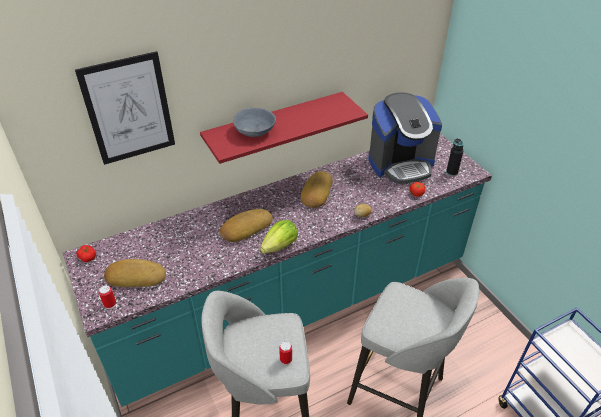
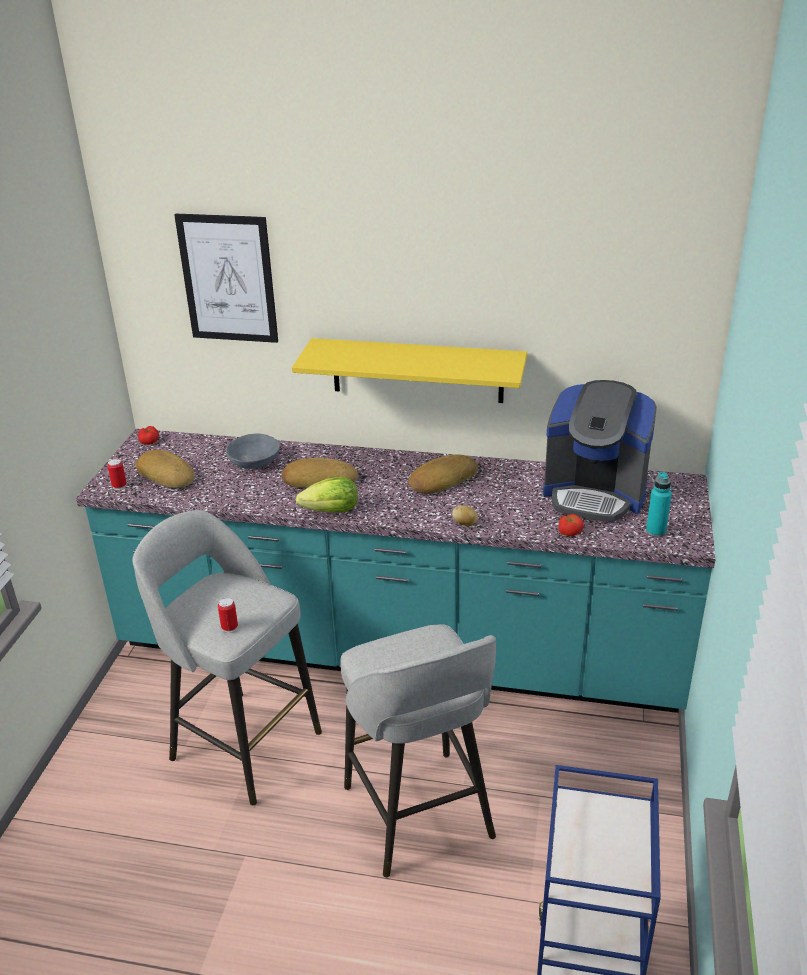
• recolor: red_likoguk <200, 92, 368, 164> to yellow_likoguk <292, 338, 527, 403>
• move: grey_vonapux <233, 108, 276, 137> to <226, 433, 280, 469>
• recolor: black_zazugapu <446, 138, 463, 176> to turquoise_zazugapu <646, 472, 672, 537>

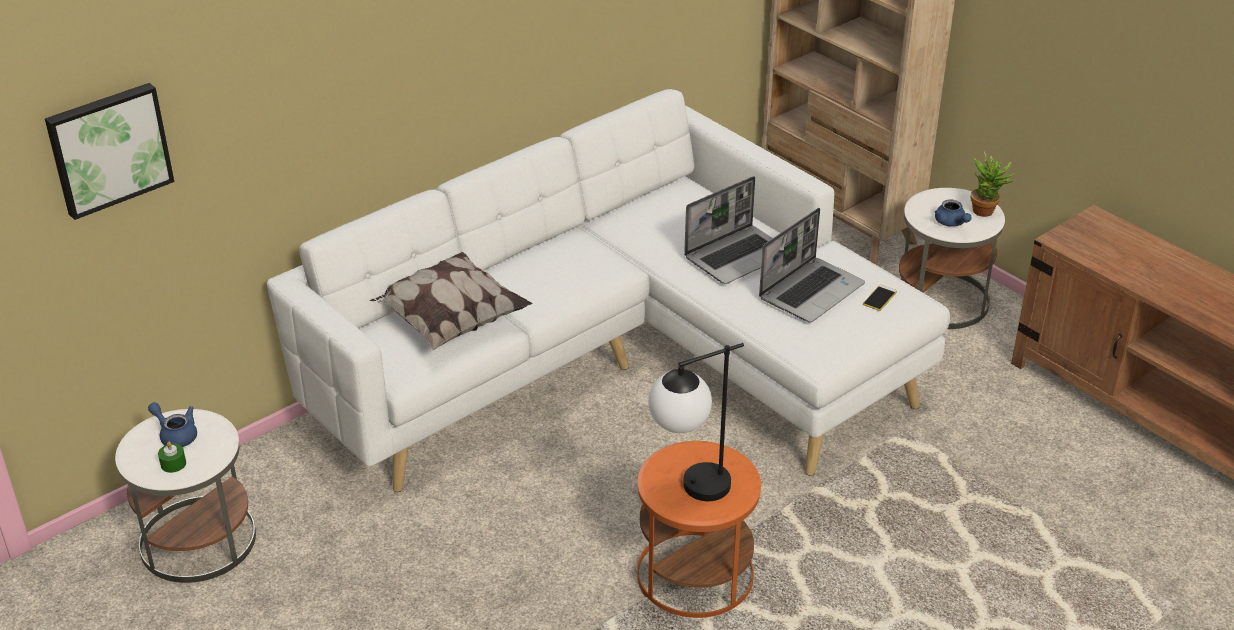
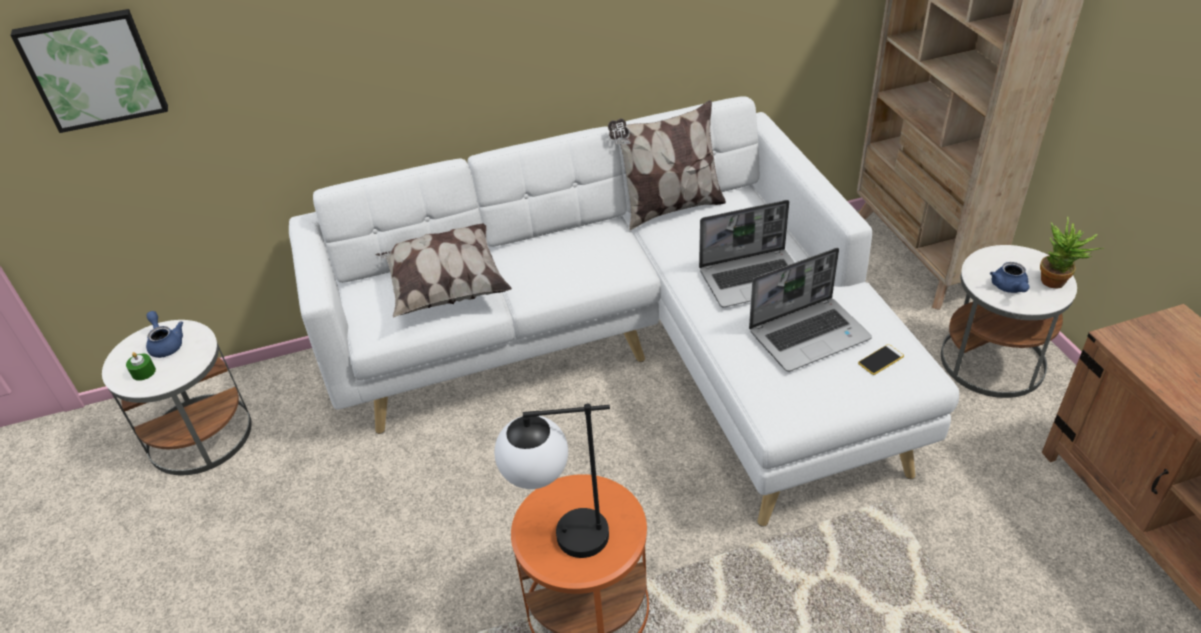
• insert: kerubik <608, 100, 726, 230>

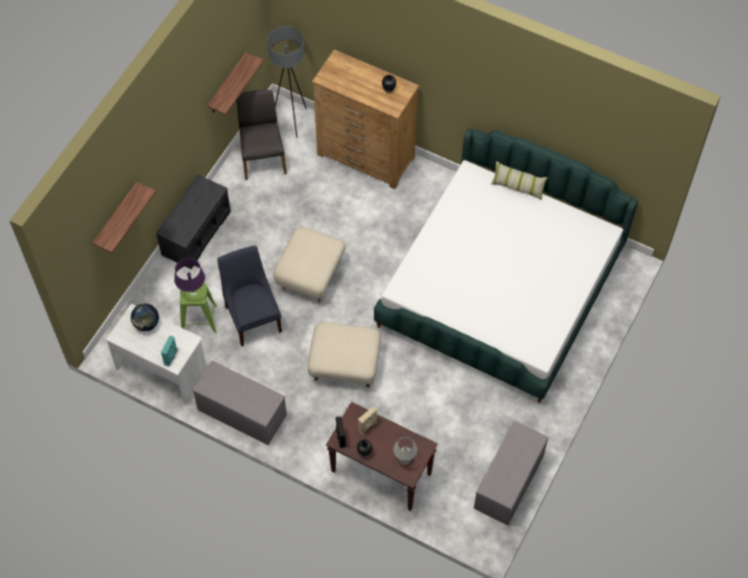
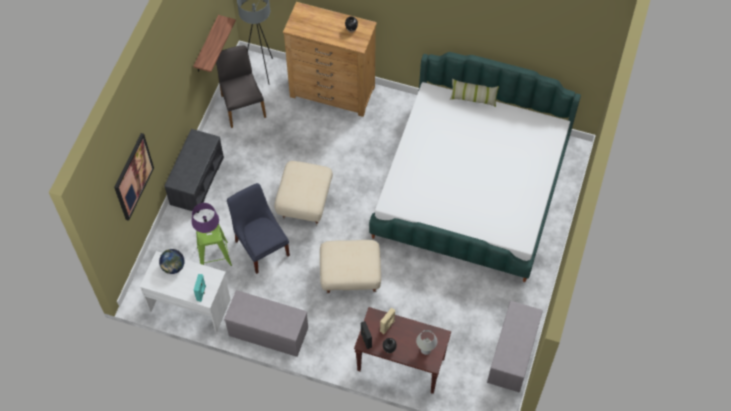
• replace: likoguk <92, 182, 156, 253> to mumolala <114, 133, 154, 221>

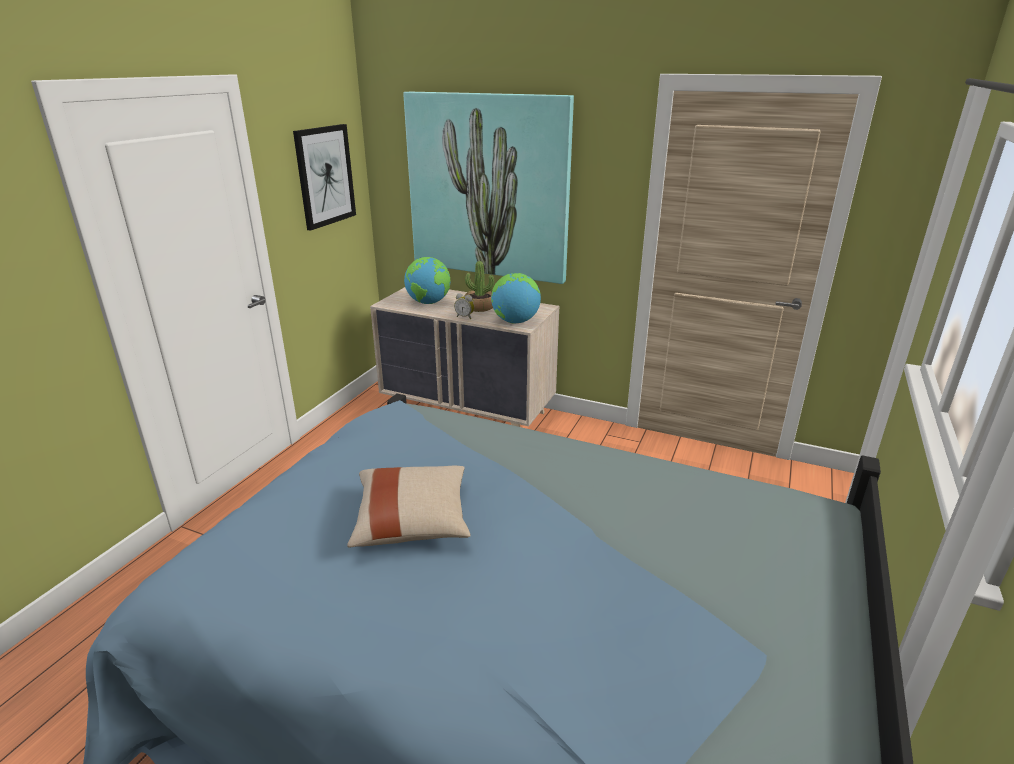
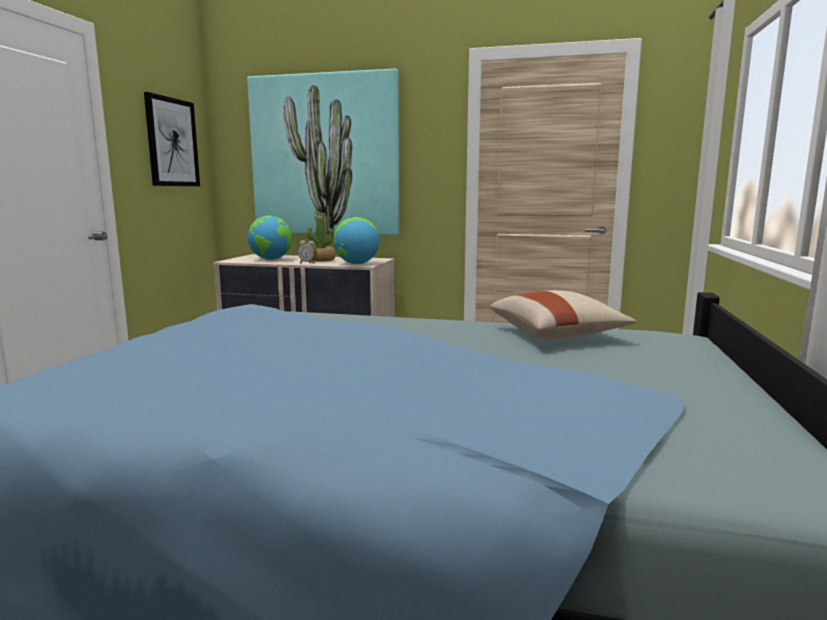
• move: beige_kerubik <347, 466, 471, 547> to <490, 290, 636, 339>

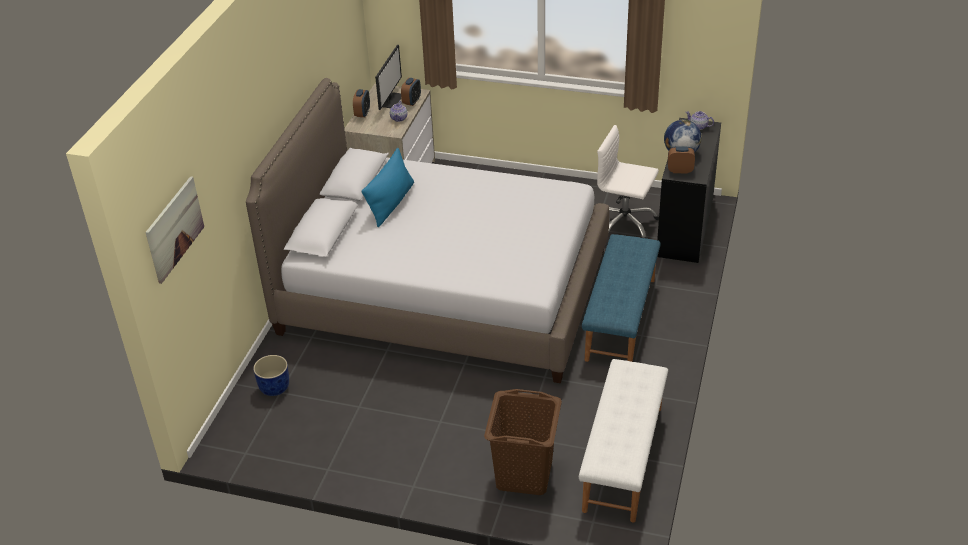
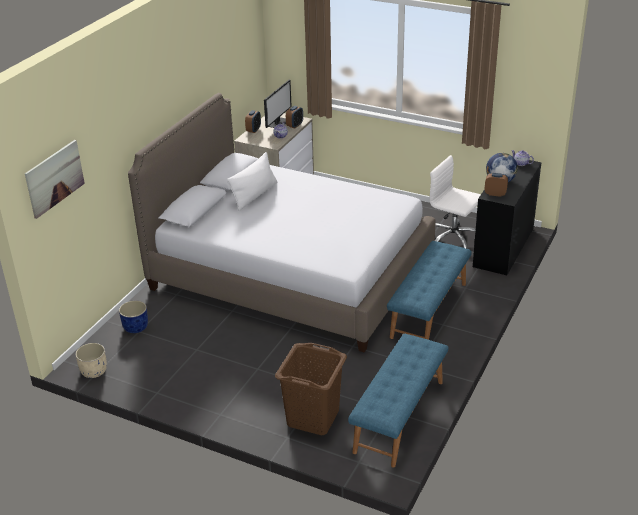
• recolor: blue_kerubik <362, 148, 414, 227> to white_kerubik <227, 152, 278, 211>
• recolor: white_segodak <579, 359, 668, 523> to blue_segodak <348, 334, 449, 467>
• insert: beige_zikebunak <75, 343, 107, 378>

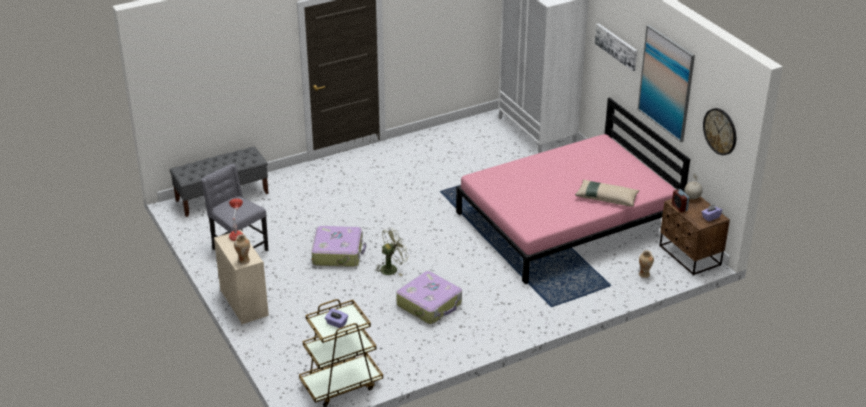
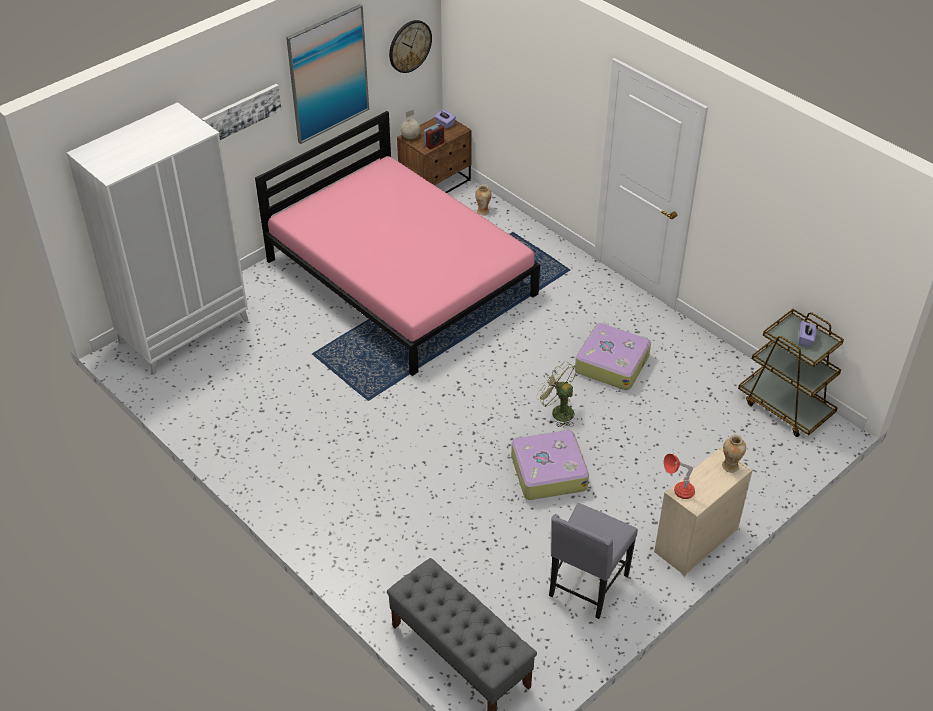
• delete: beige_kerubik <575, 180, 640, 207>

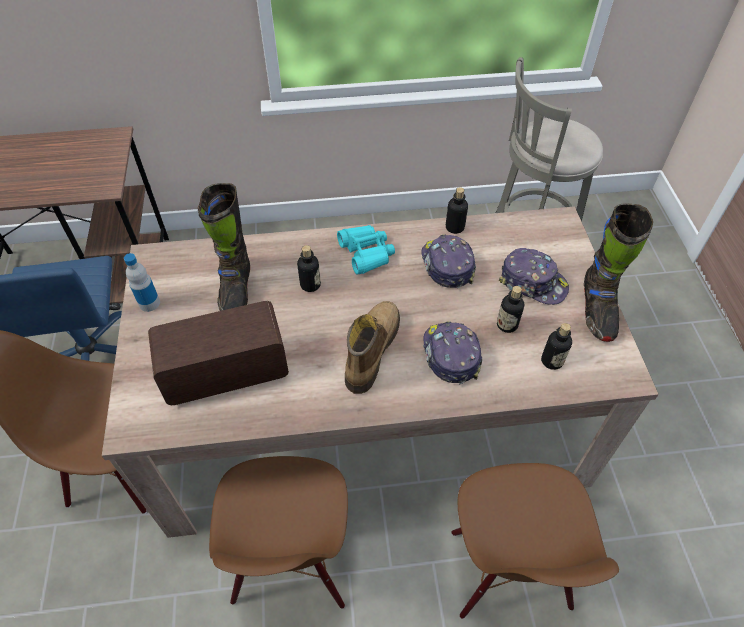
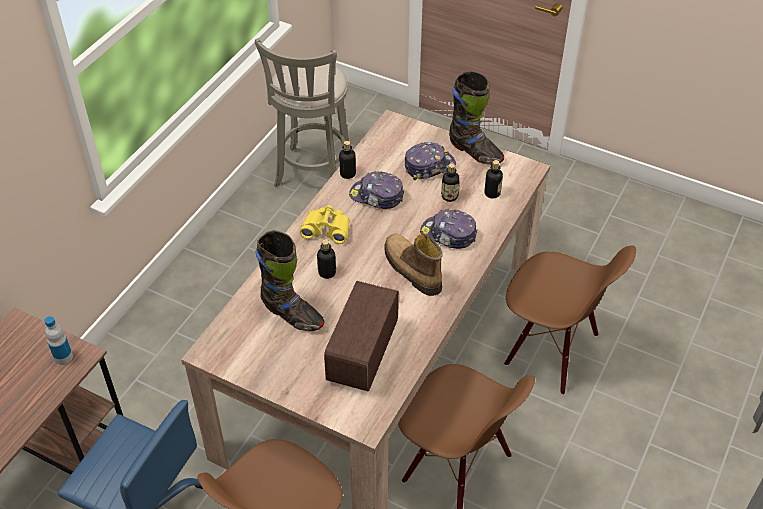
• recolor: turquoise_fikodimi <337, 225, 395, 274> to yellow_fikodimi <300, 205, 350, 244>
• move: zazugapu <124, 253, 160, 312> to <45, 316, 73, 365>

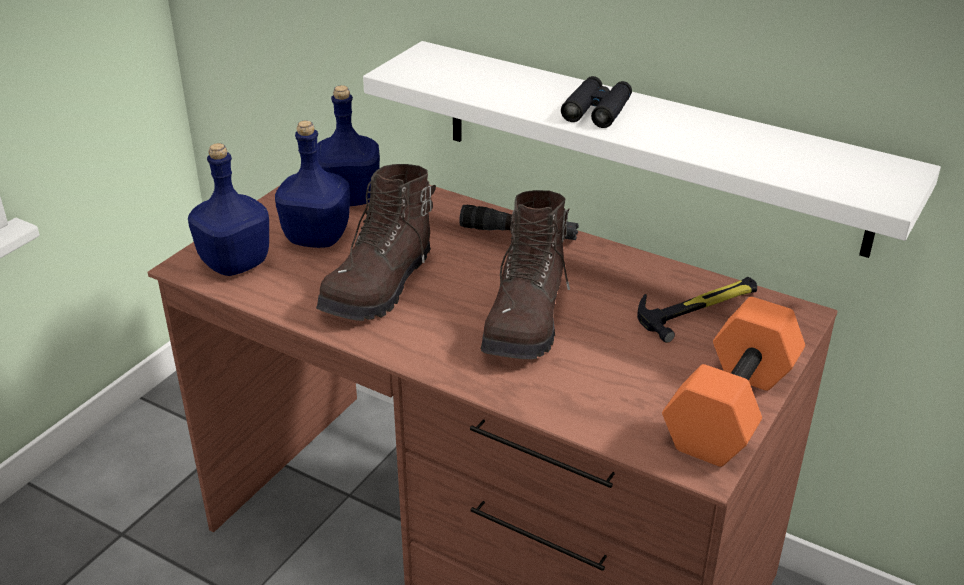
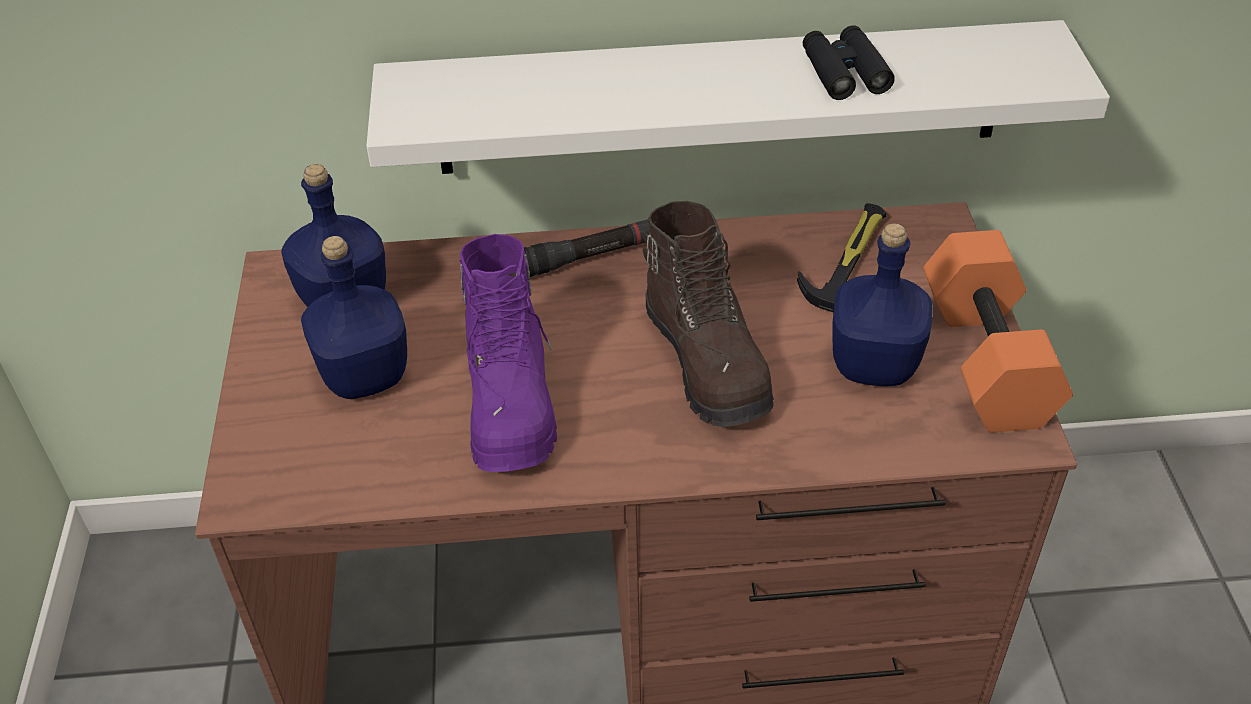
• move: black_fikodimi <561, 76, 632, 128> to <803, 25, 895, 100>
• move: blue_zazugapu <188, 143, 269, 276> to <833, 223, 932, 386>
• recolor: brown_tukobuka <316, 164, 436, 321> to purple_tukobuka <459, 234, 557, 472>

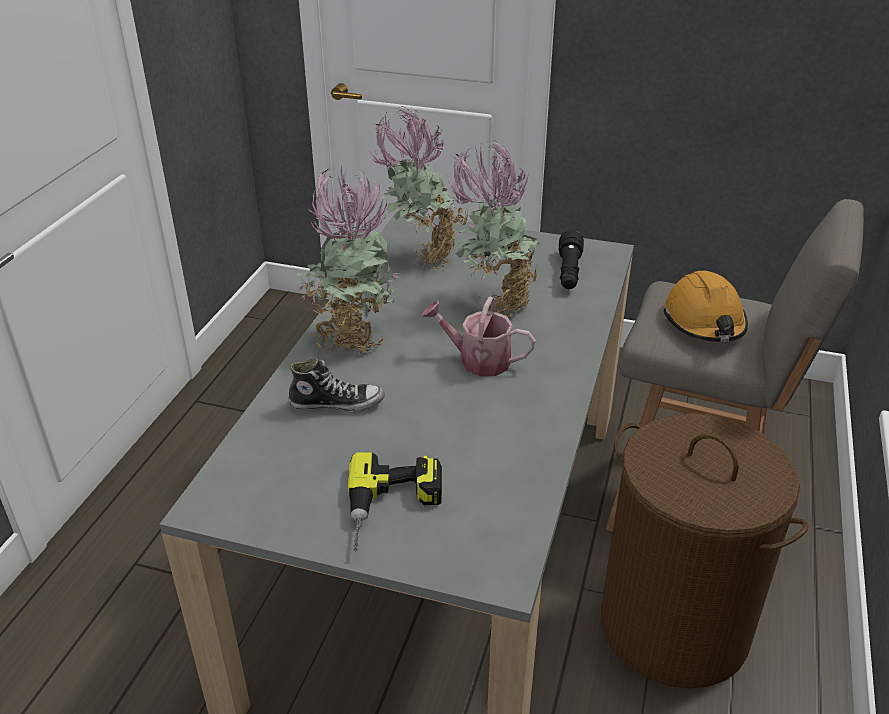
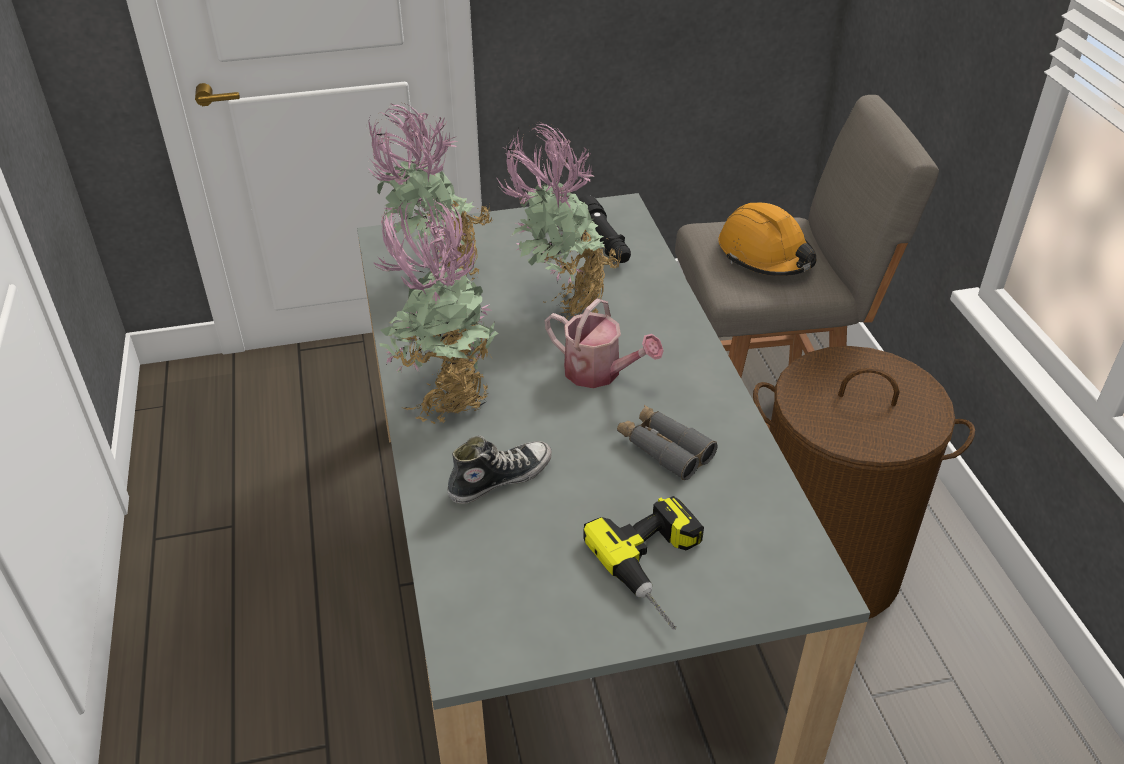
• rotate: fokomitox <422, 297, 535, 376> = <545, 298, 664, 388> 135 degrees counterclockwise
• insert: grey_fikodimi <617, 405, 717, 480>

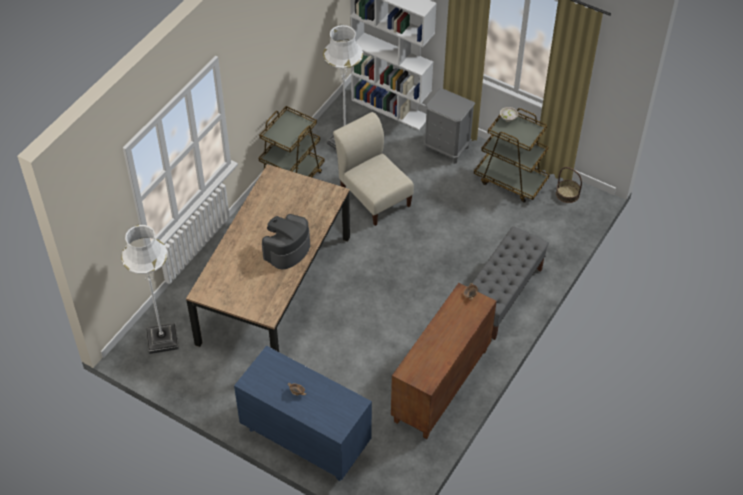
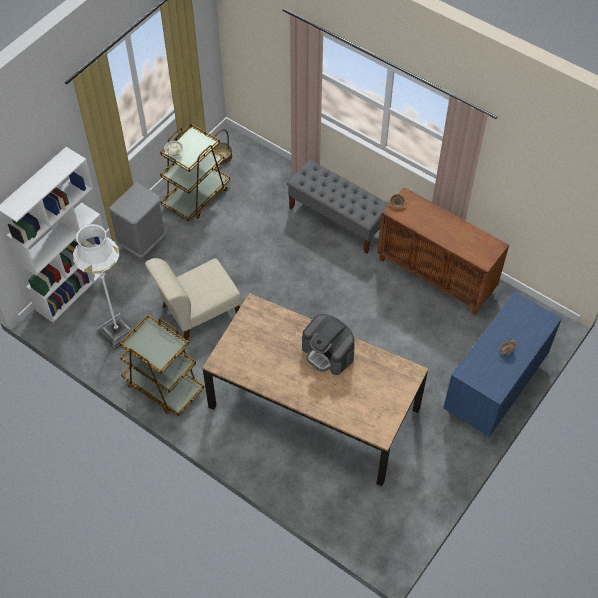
• delete: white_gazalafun <121, 225, 179, 354>

